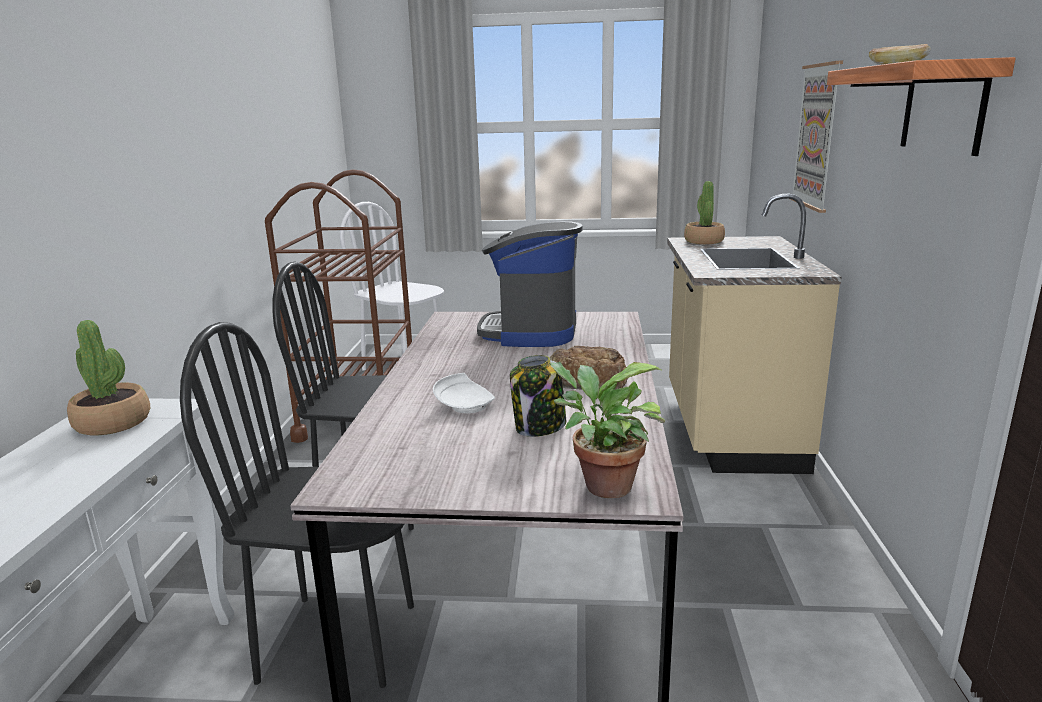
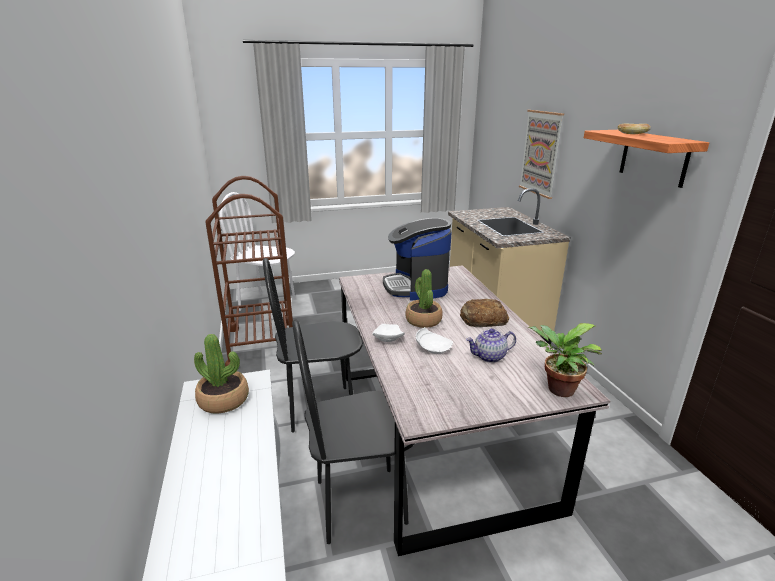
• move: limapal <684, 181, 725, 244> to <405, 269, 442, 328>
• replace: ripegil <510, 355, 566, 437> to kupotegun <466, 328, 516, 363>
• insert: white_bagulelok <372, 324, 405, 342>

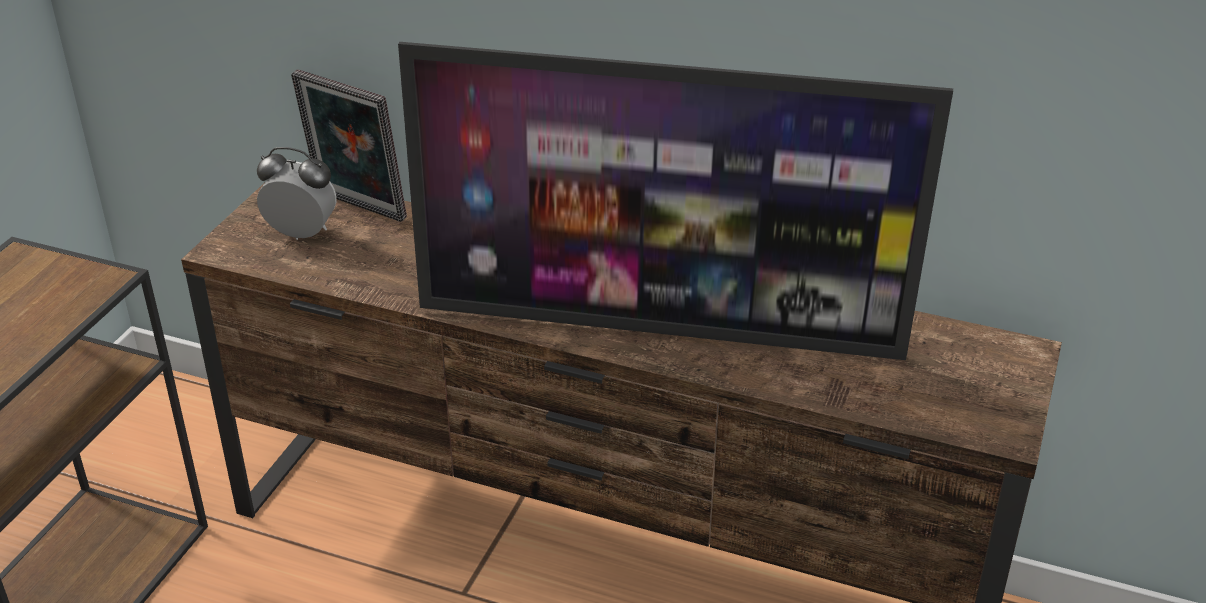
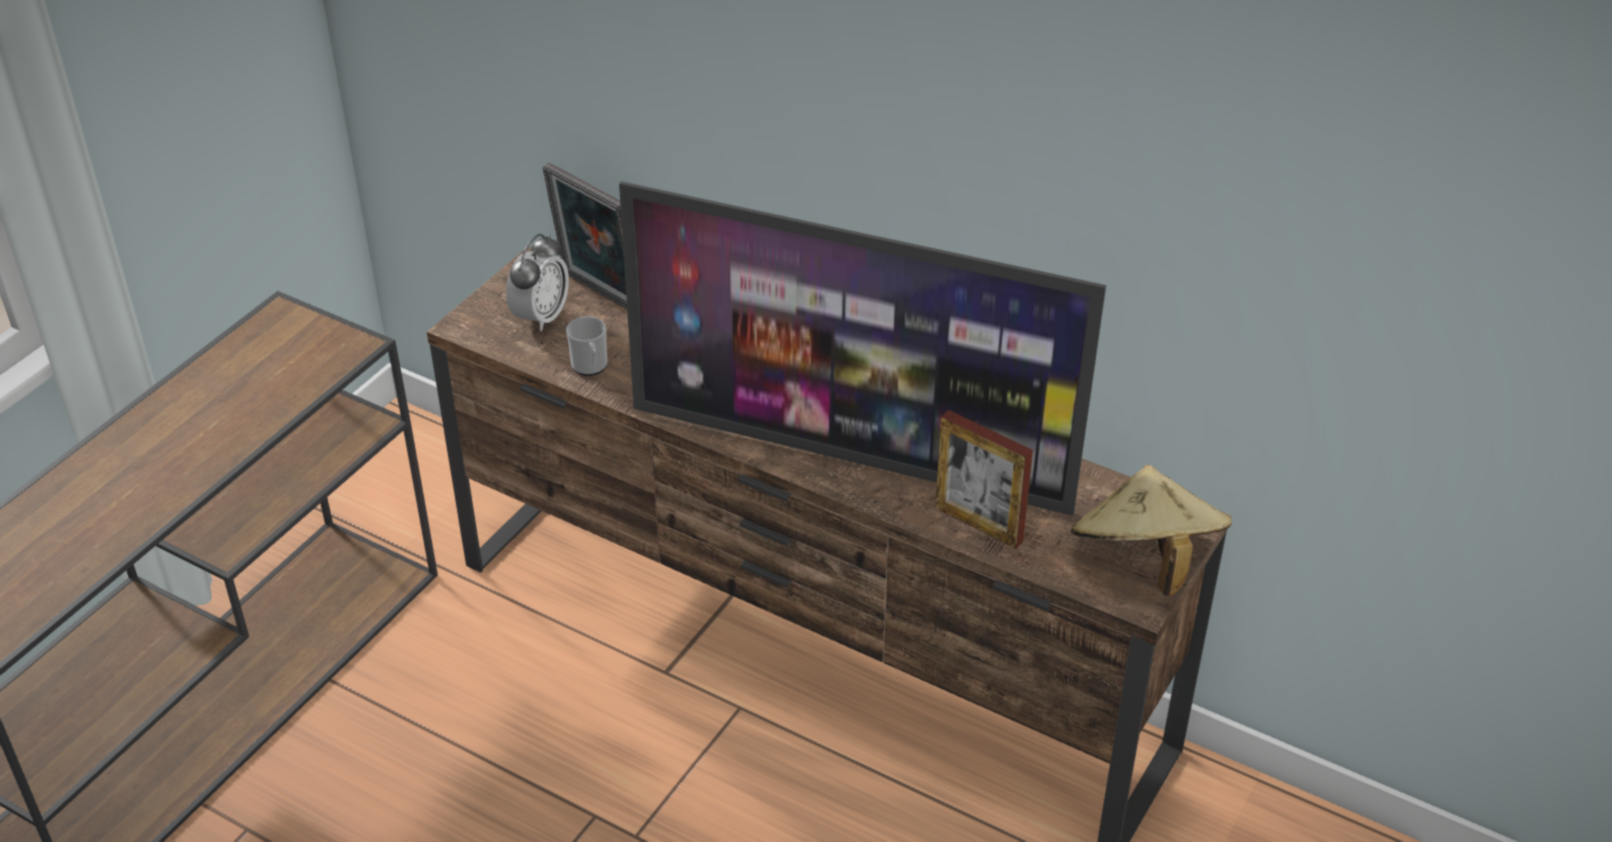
• rotate: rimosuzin <257, 147, 336, 240> = <506, 234, 569, 331> 90 degrees clockwise
• insert: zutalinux <566, 316, 608, 376>
• insert: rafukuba <935, 410, 1033, 549>
• insert: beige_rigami <1071, 465, 1232, 596>

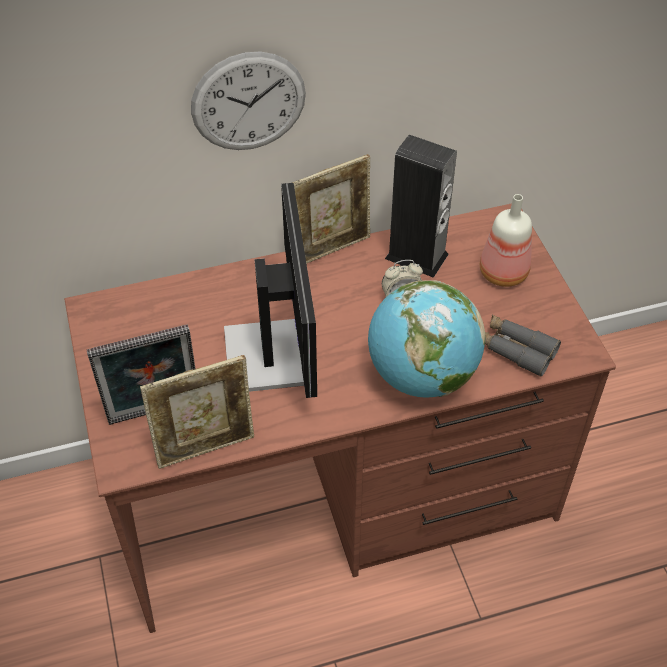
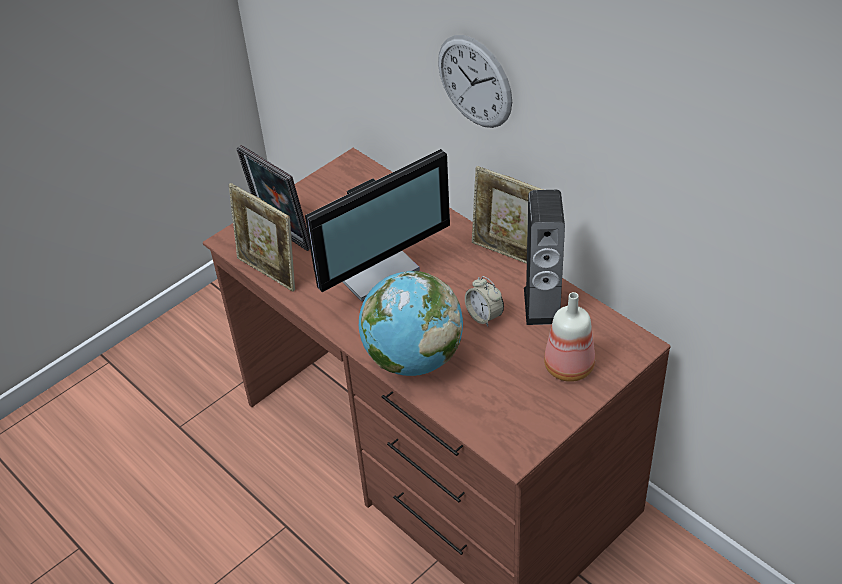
• delete: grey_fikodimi <485, 315, 561, 377>

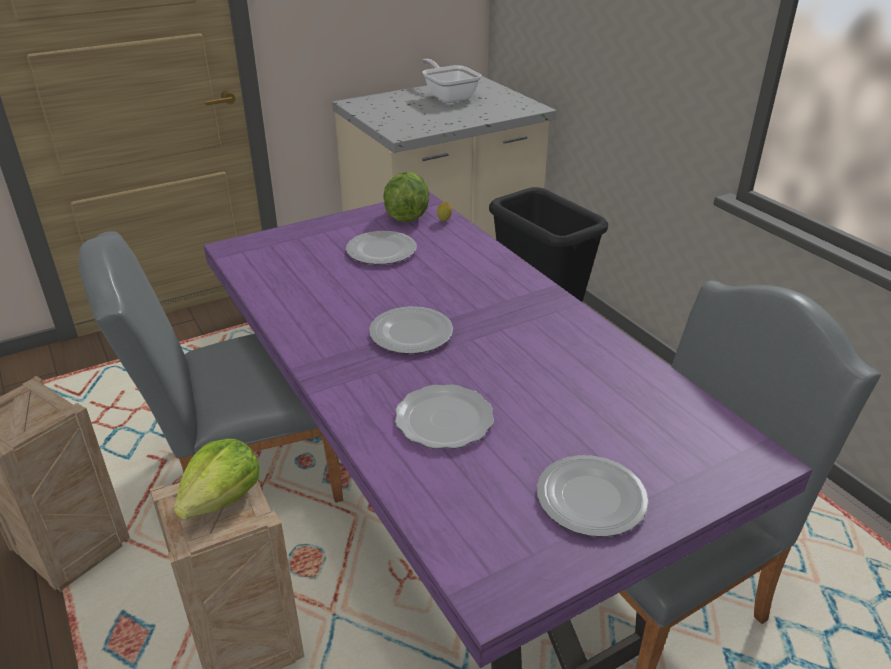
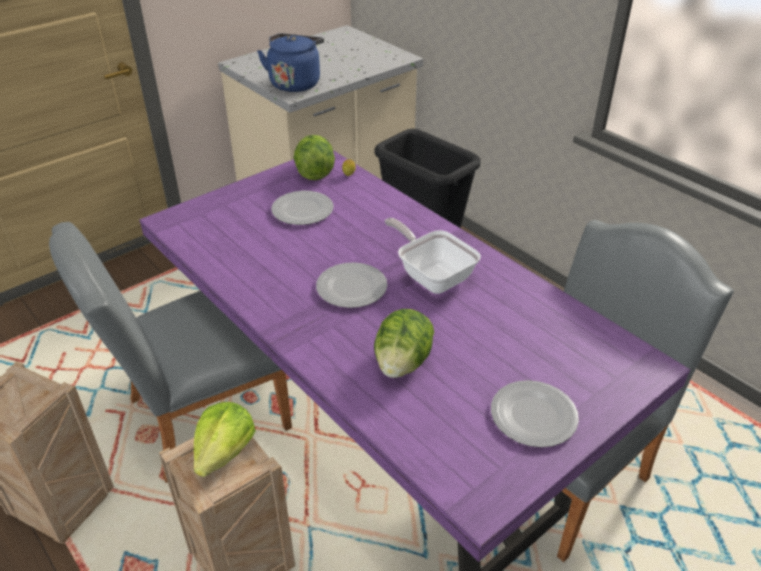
• move: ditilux <422, 59, 481, 103> to <385, 218, 481, 294>
• replace: bagulelok <395, 384, 494, 449> to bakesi <374, 309, 434, 378>
• insert: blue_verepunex <257, 33, 324, 92>

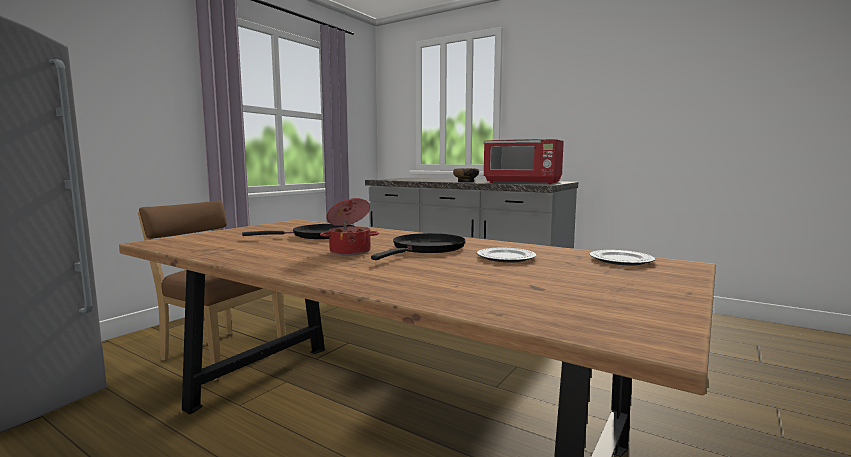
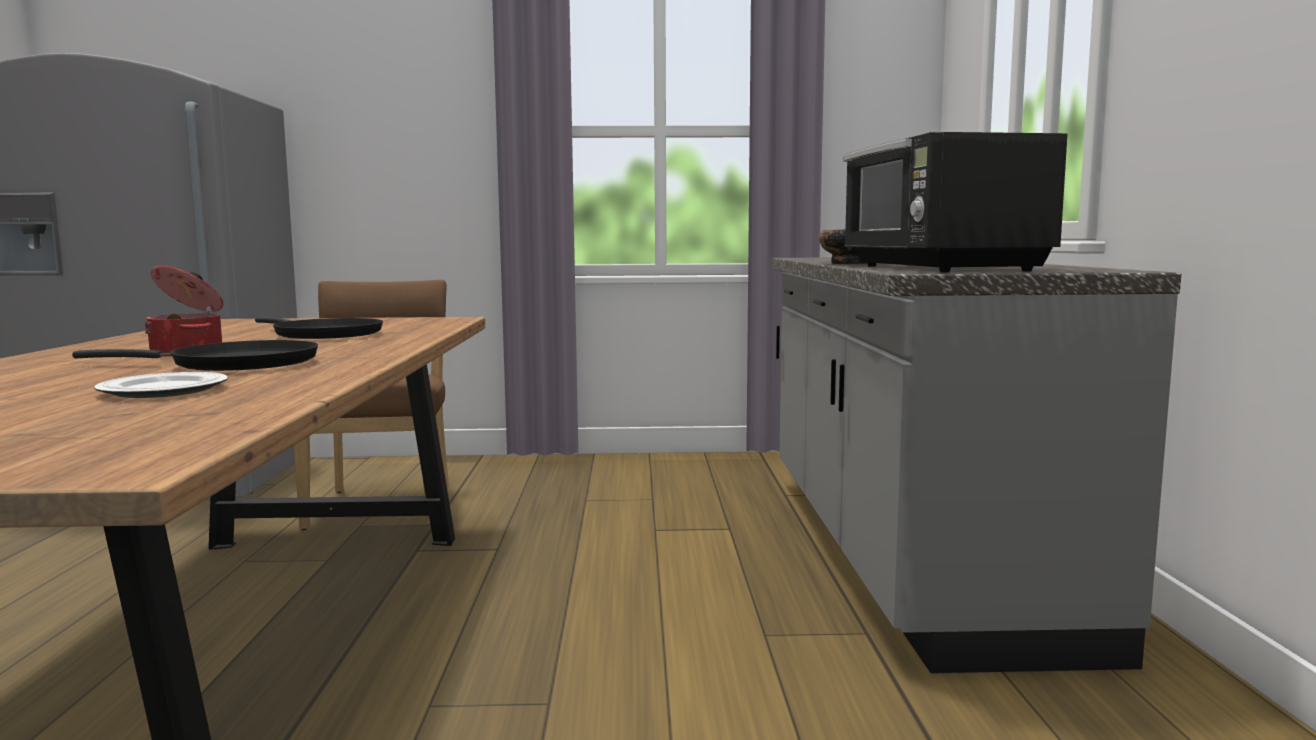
• recolor: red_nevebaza <483, 139, 564, 184> to black_nevebaza <844, 132, 1068, 272>
• delete: bagulelok <590, 250, 655, 265>

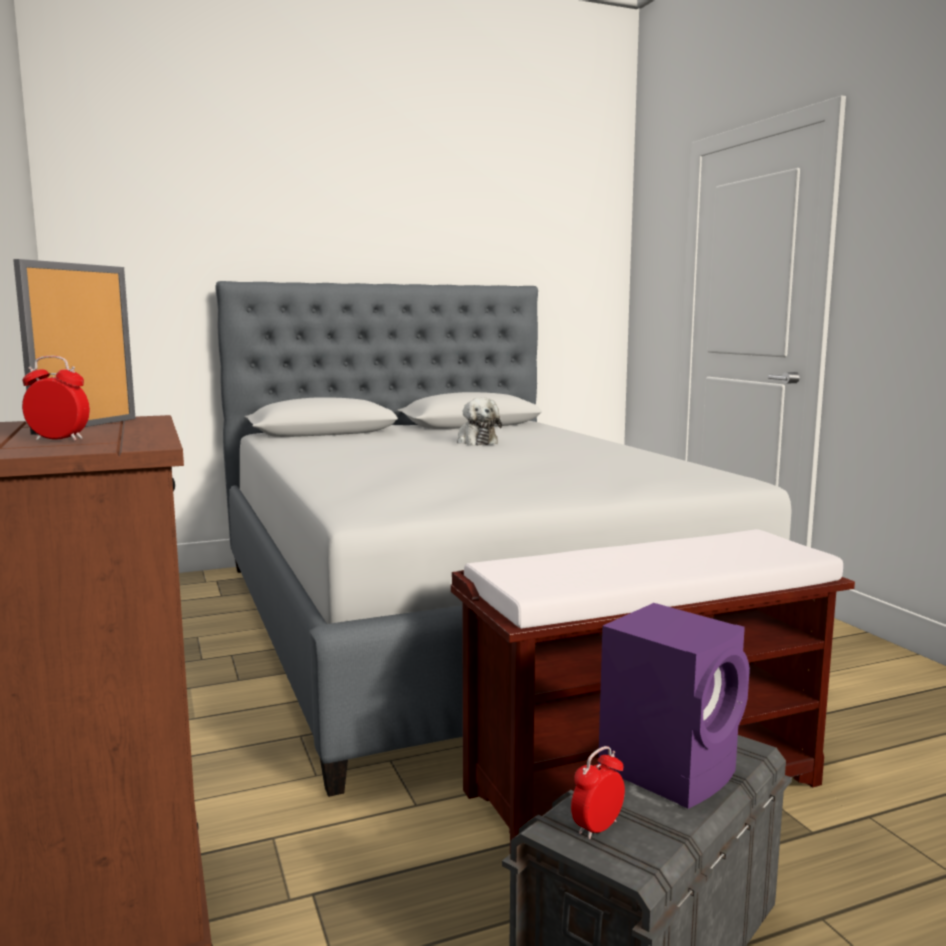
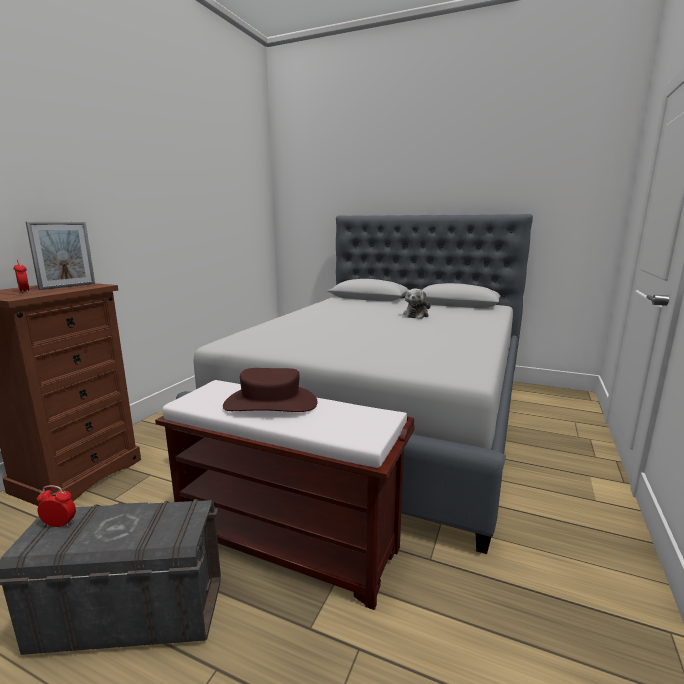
• rotate: rafukuba <13, 259, 136, 435> = <26, 222, 95, 290> 150 degrees clockwise
• delete: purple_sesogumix <598, 603, 750, 809>
• insert: brown_rigami <223, 368, 318, 412>

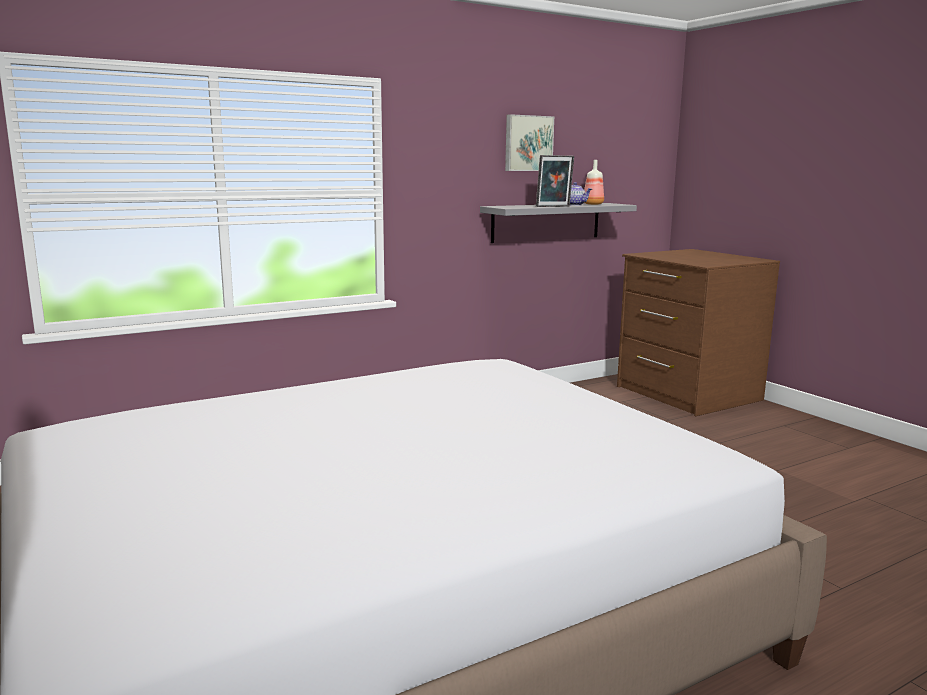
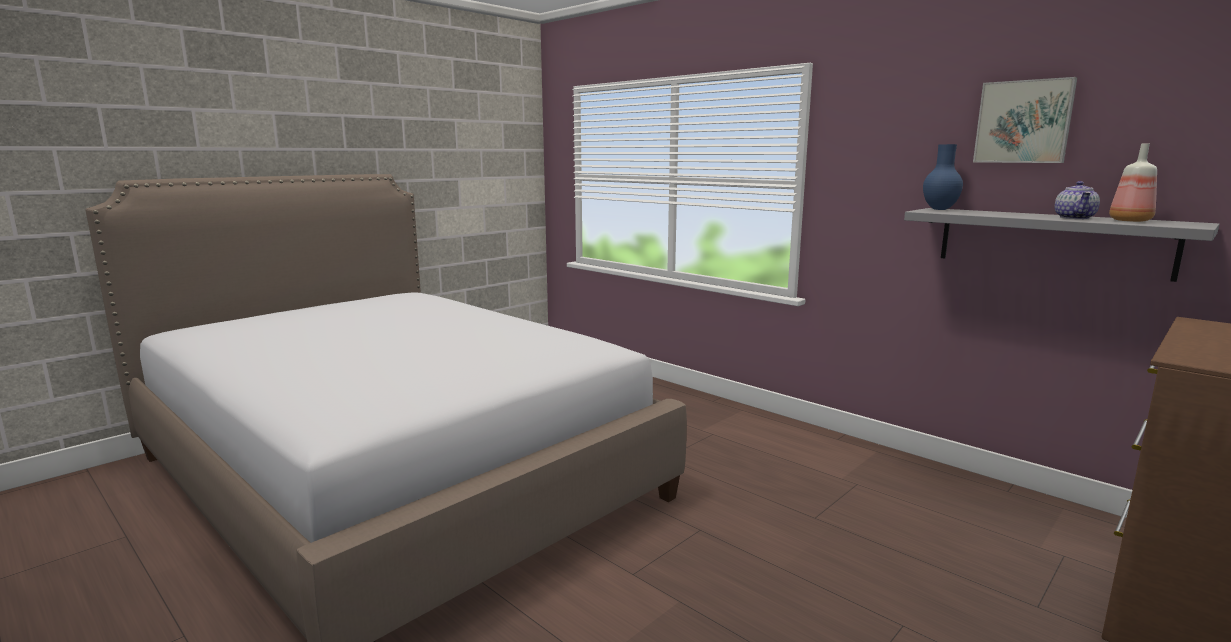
• delete: rafukuba <536, 155, 574, 207>
• insert: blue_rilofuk <923, 144, 963, 210>

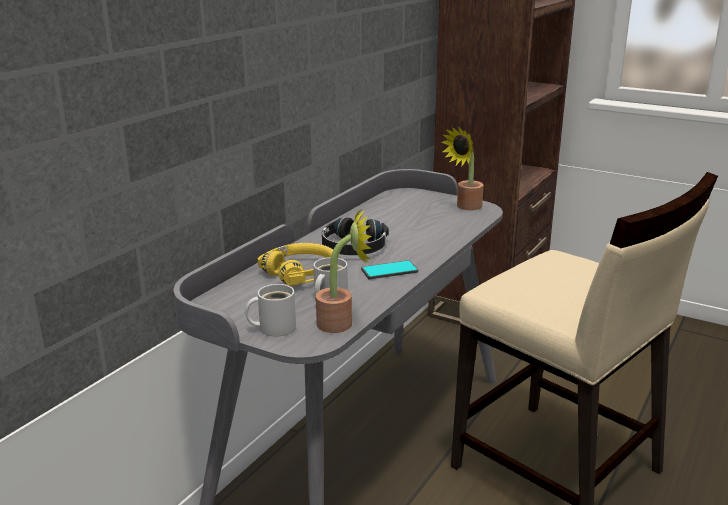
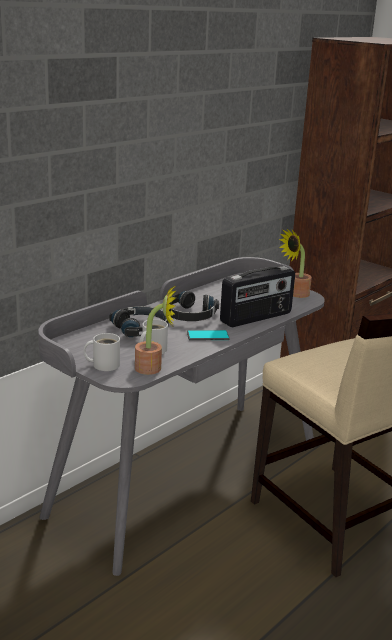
• recolor: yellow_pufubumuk <258, 243, 333, 286> to black_pufubumuk <110, 306, 169, 337>
• insert: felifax <220, 266, 295, 327>

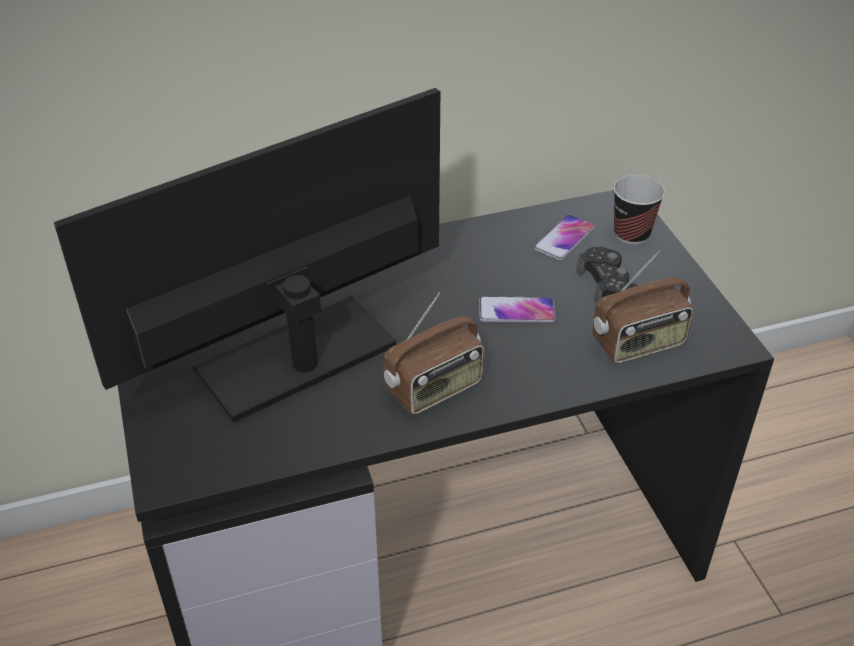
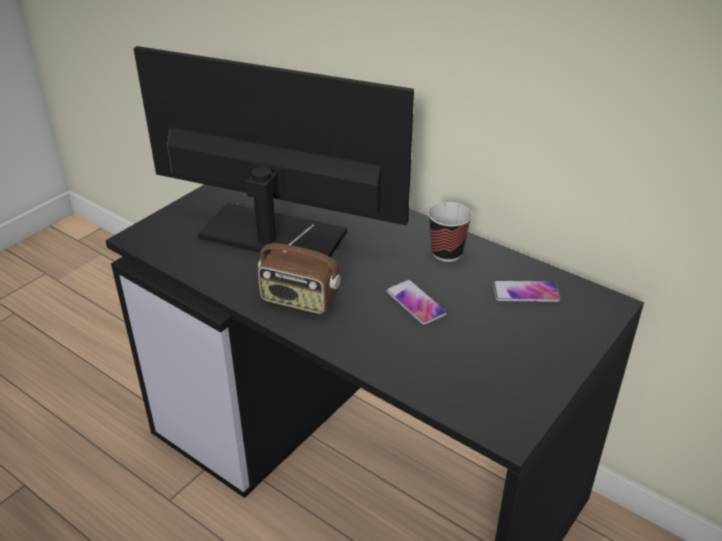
• move: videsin <614, 175, 665, 245> to <428, 202, 472, 262>
• delete: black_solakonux <576, 247, 638, 304>
• delete: felifax <592, 250, 694, 364>

